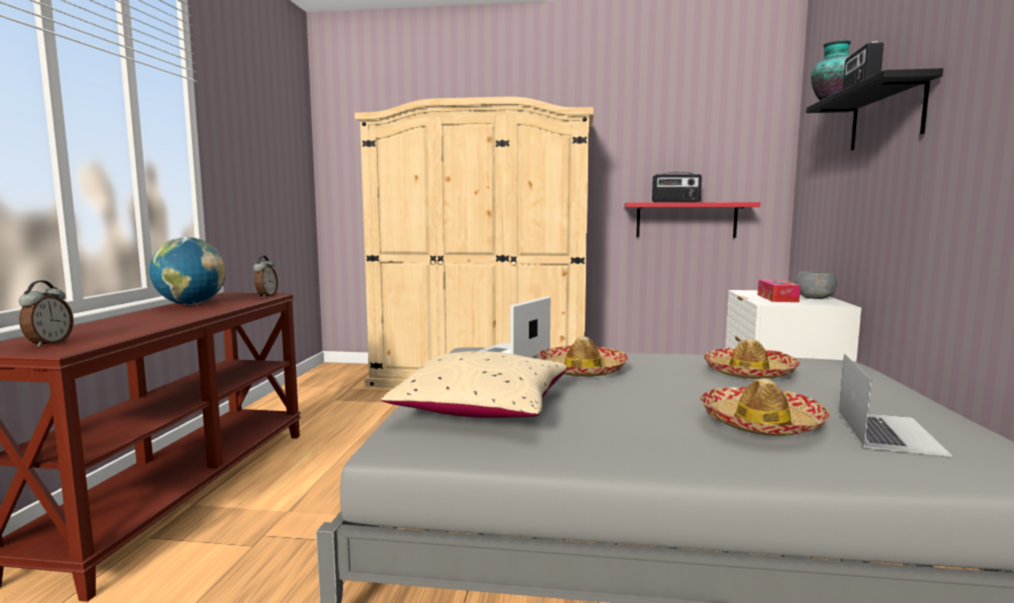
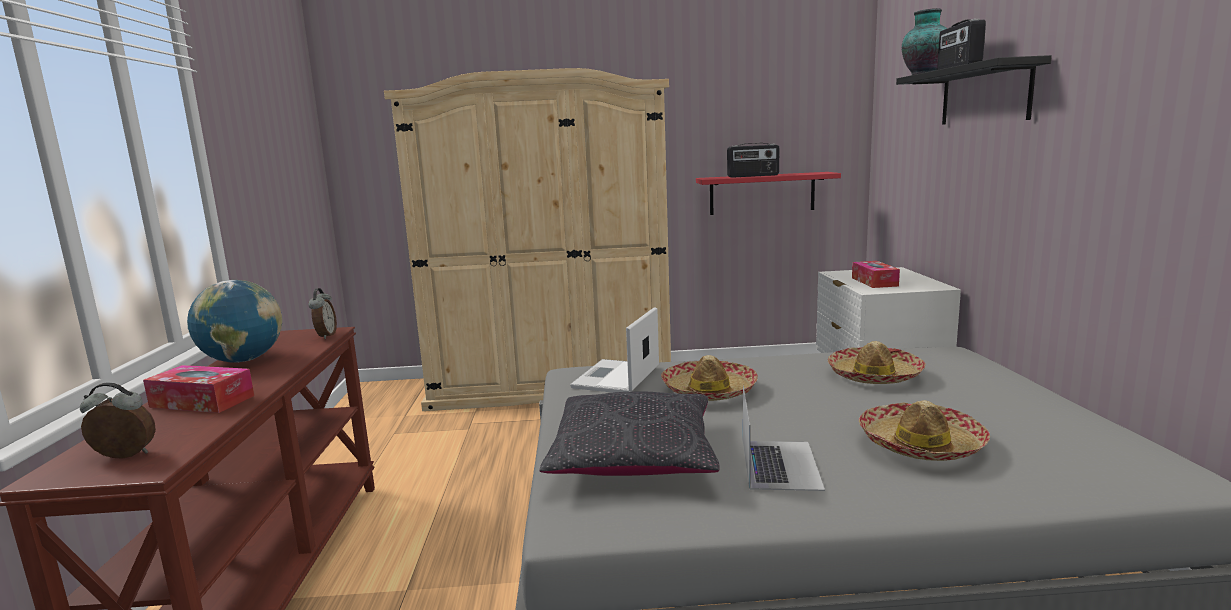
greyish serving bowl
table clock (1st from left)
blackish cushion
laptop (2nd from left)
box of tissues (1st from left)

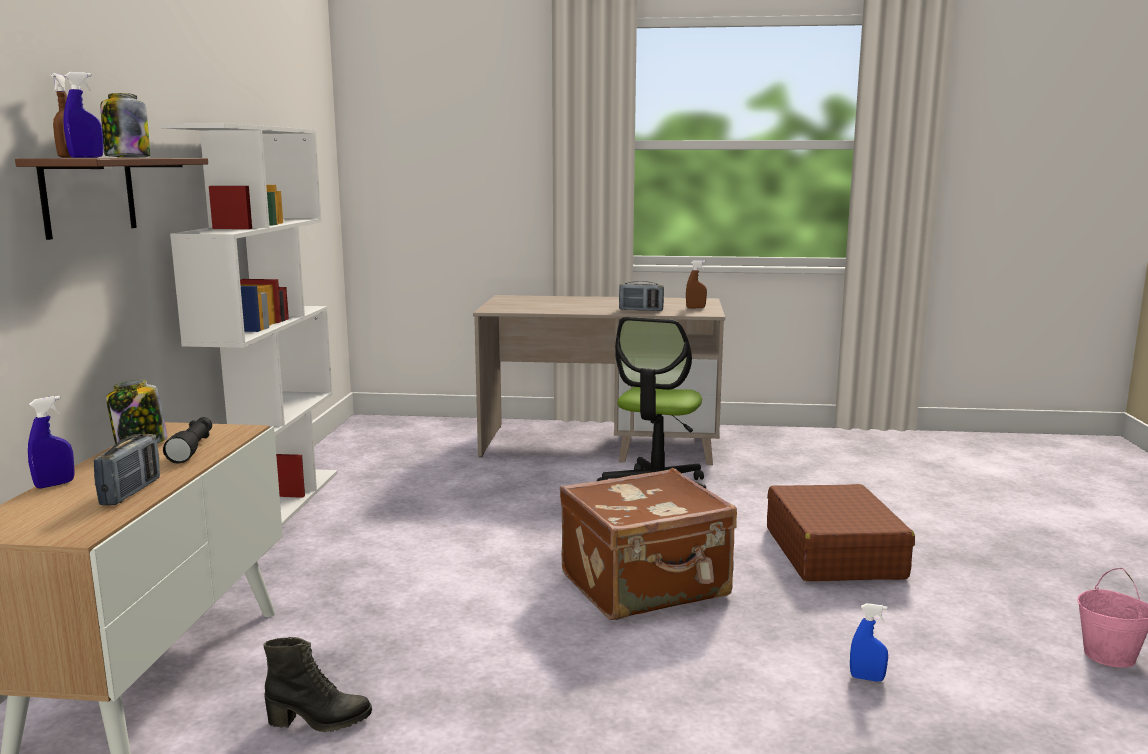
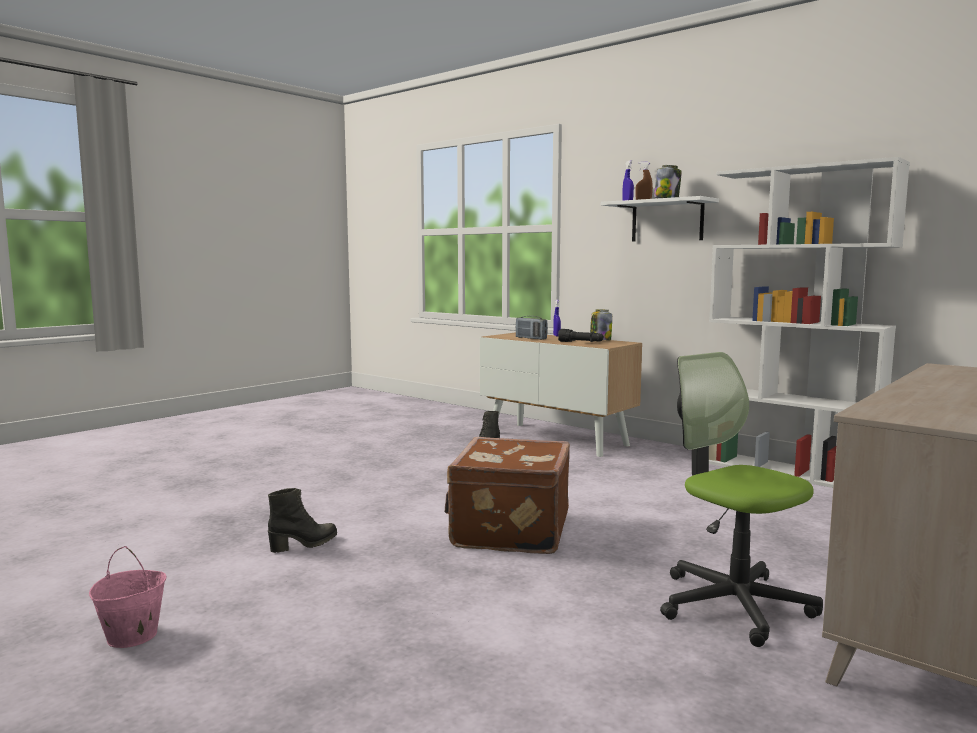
whitish shelf
brown-coloured hand sprayer (2nd from left in the first image)
radio receiver (2nd from left in the first image)
brown-coloured suitcase (2nd from left in the first image)
blackish tall boot (1st from left)

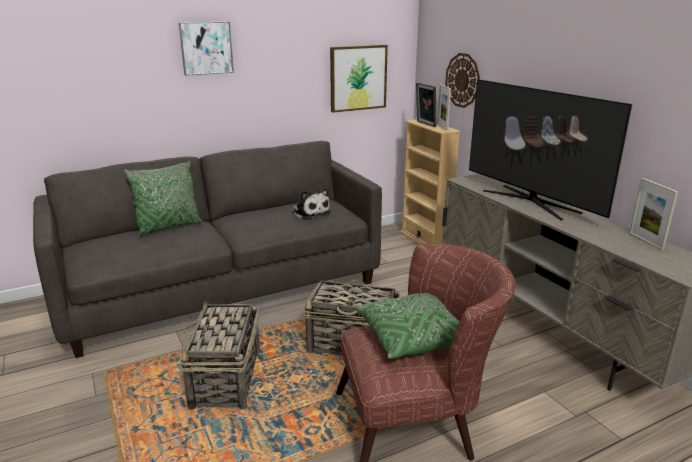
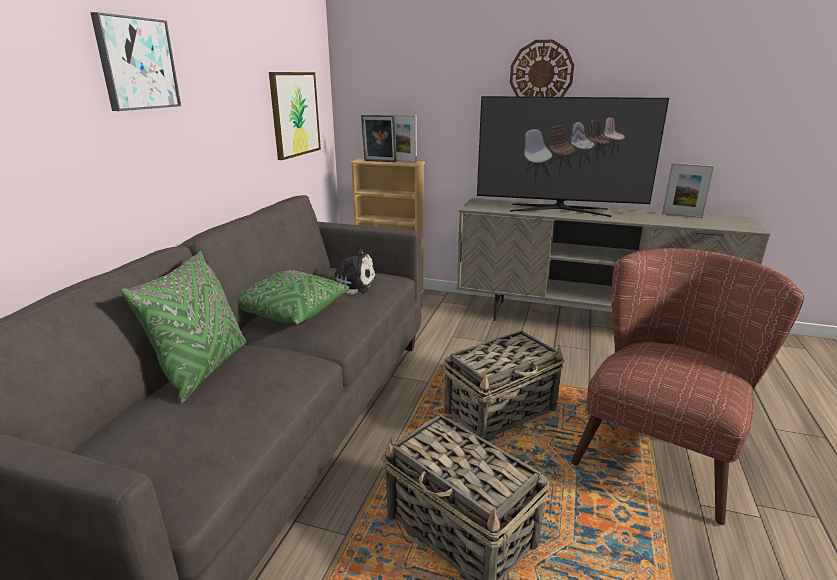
clock on the wall
green-coloured cushion (2nd from left)

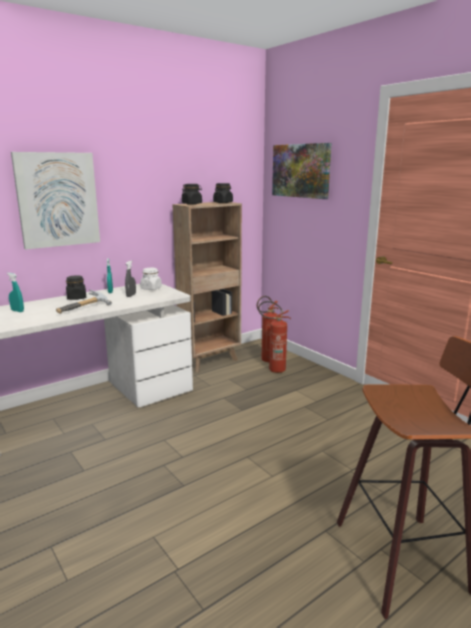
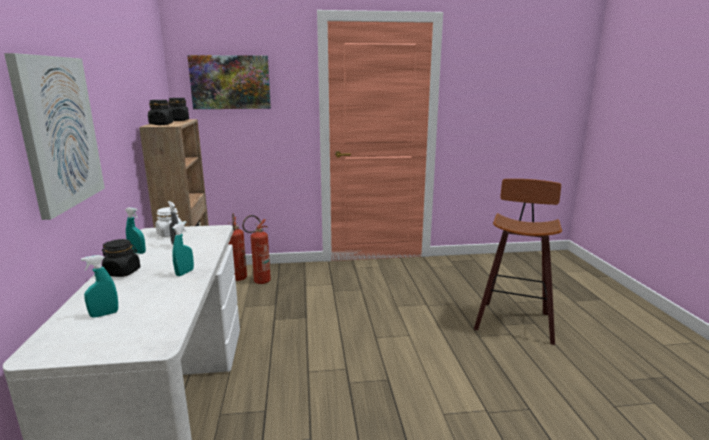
blue-green hand sprayer (3rd from left)

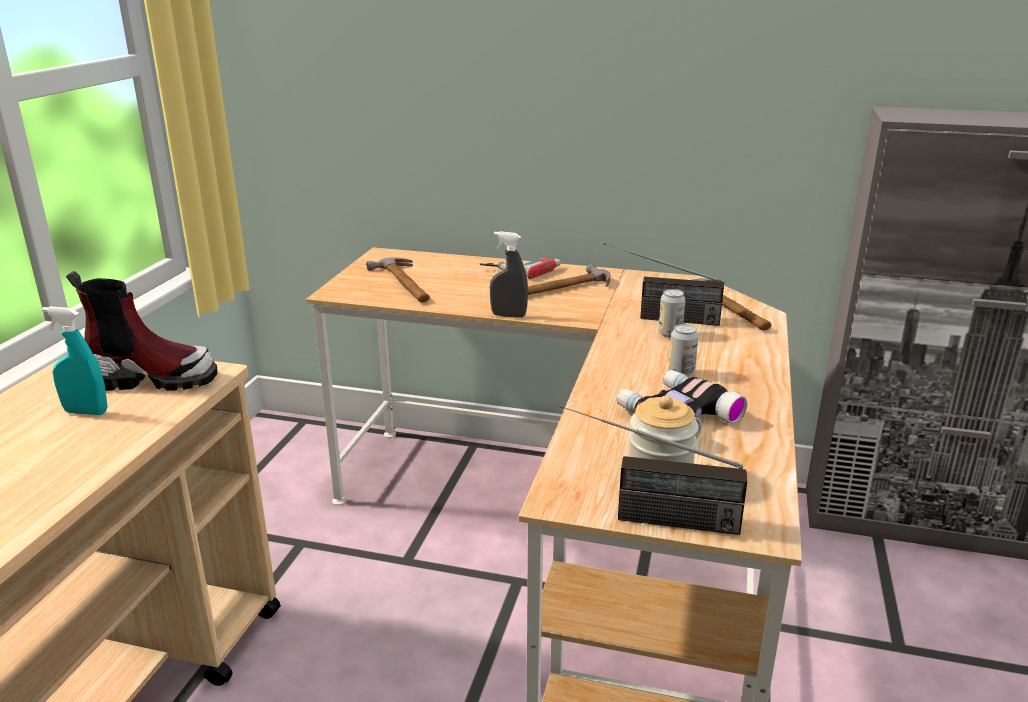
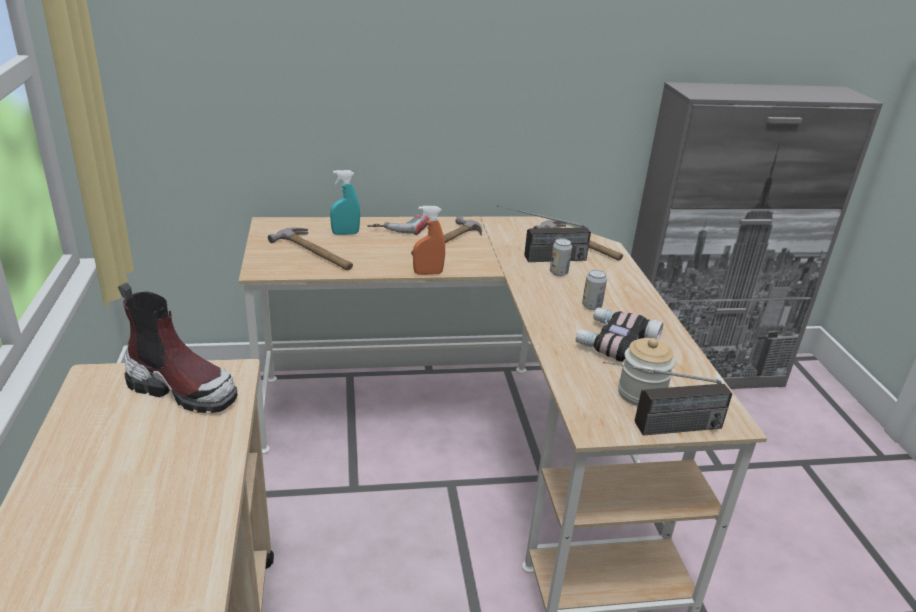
orangey hand sprayer
tall boot
blue-green hand sprayer

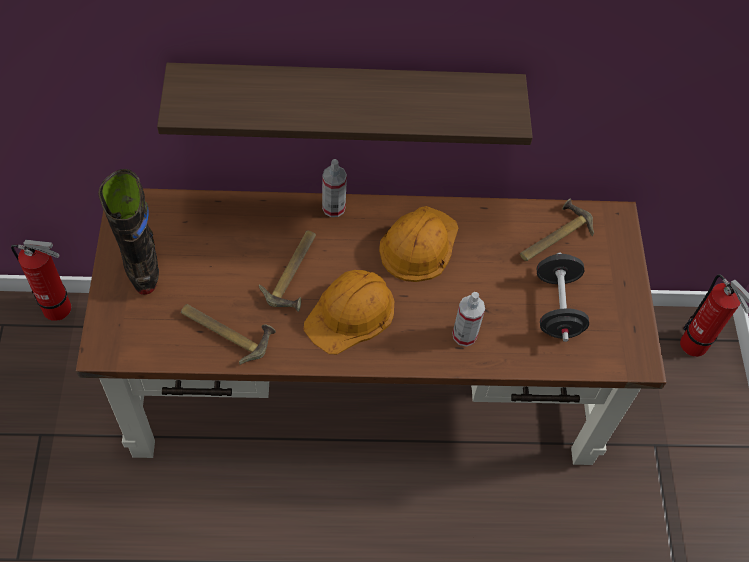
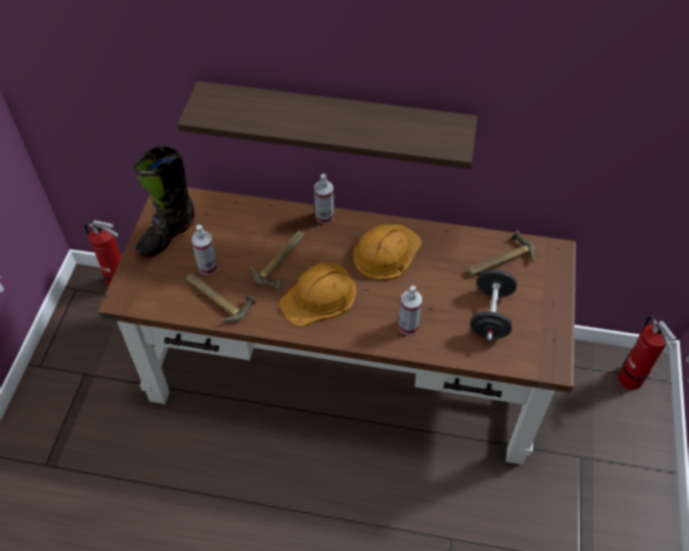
blackish tall boot
hand sprayer (1st from left)

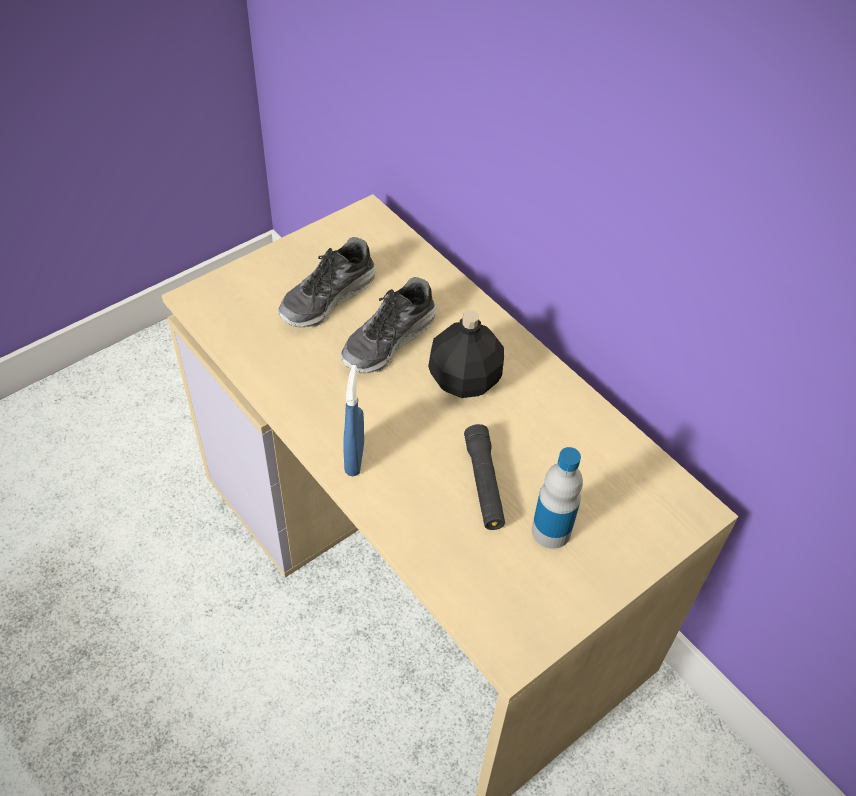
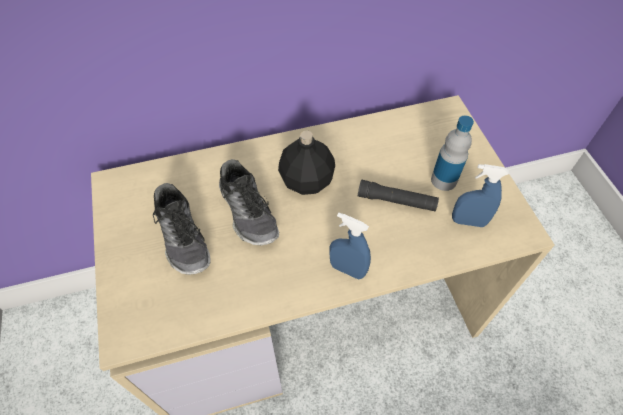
bluish hand sprayer (2nd from left)

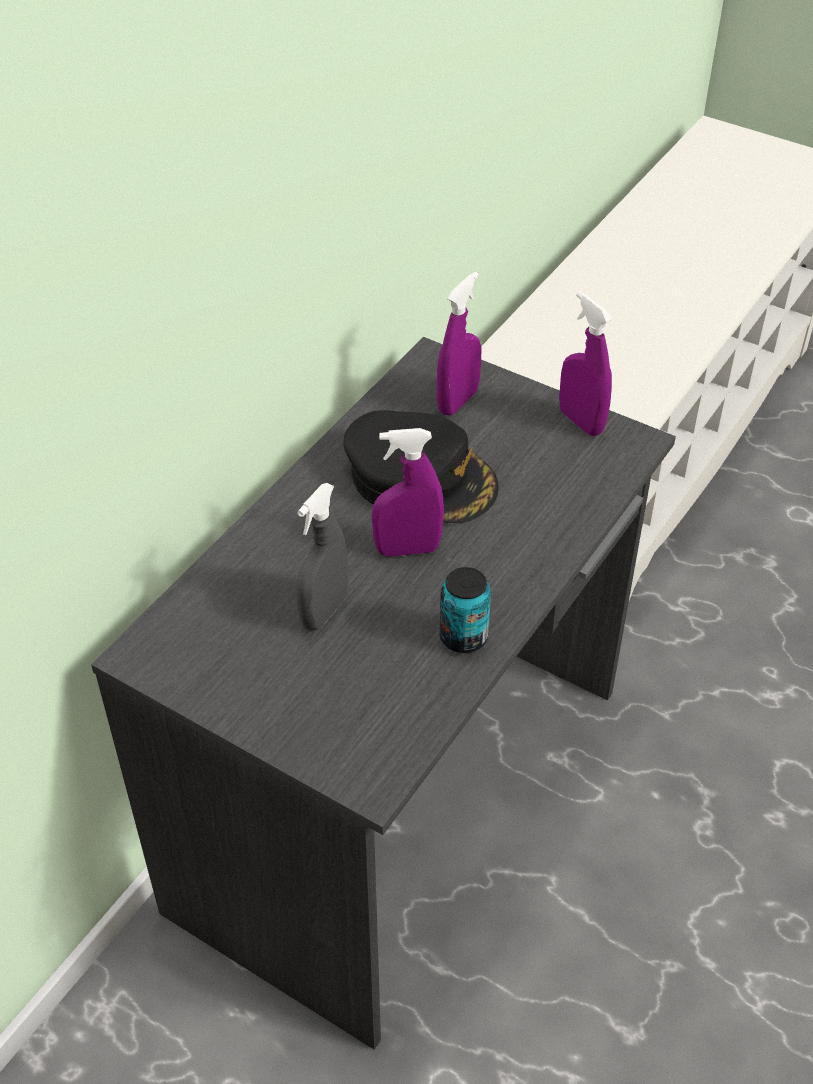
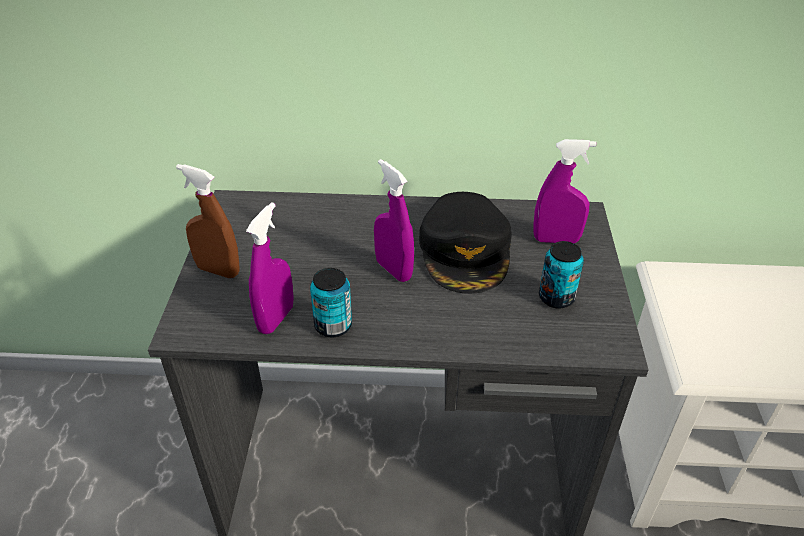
purplish hand sprayer (1st from left)
greyish hand sprayer
brown-coloured hand sprayer
sealed can (2nd from left)

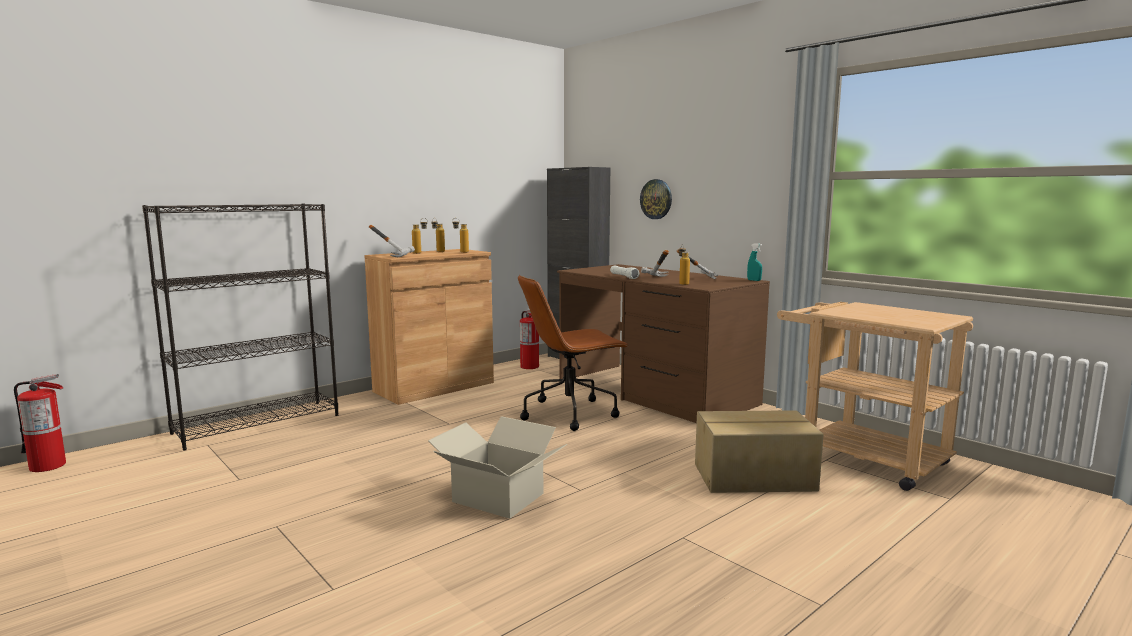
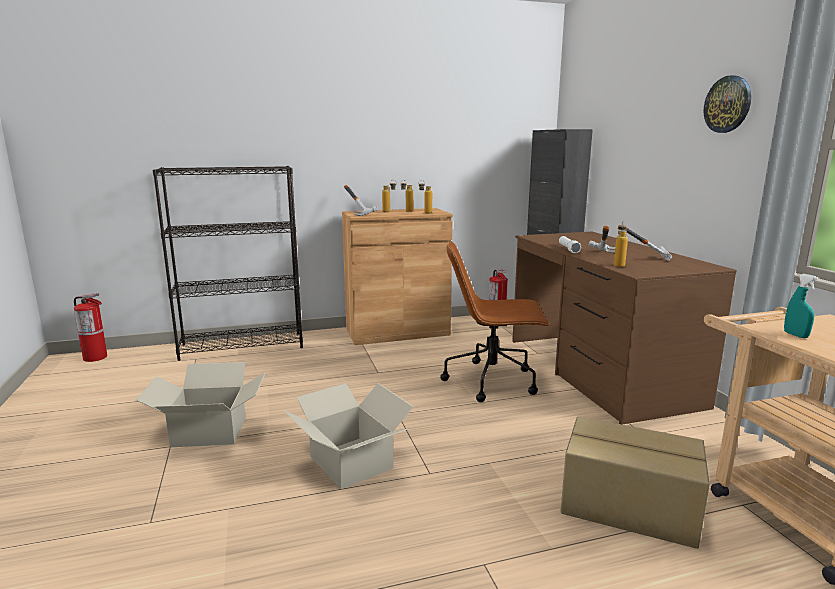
clock on the wall
blue-green hand sprayer
carton (1st from left)

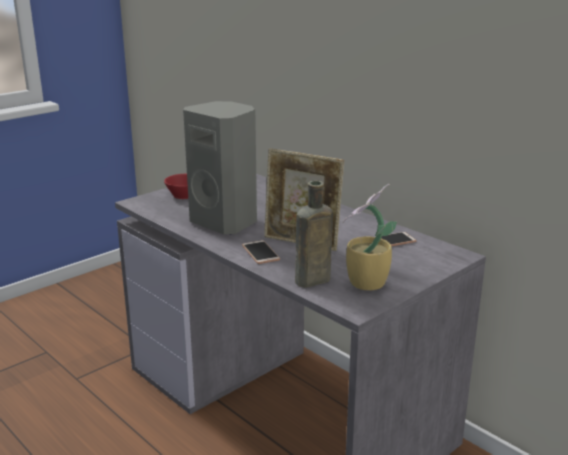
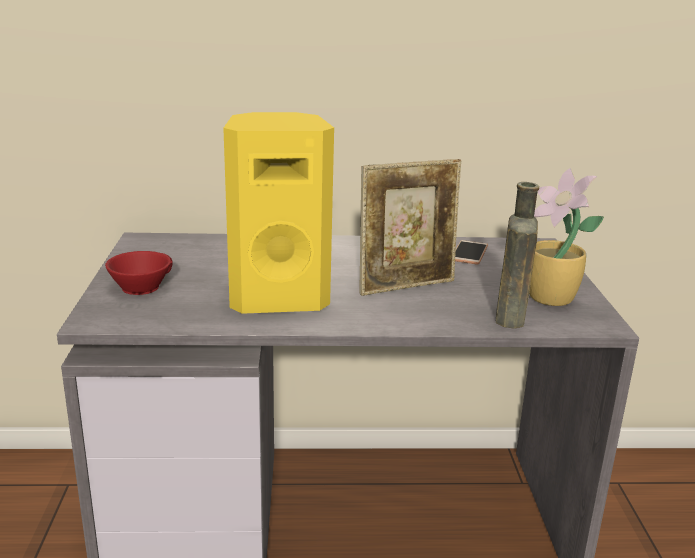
yellow-coloured speaker
phone (1st from left in the first image)

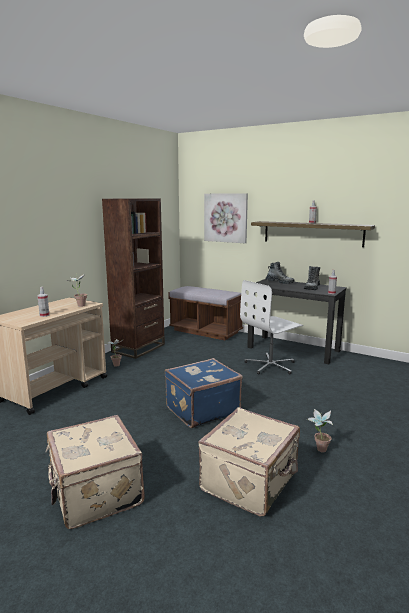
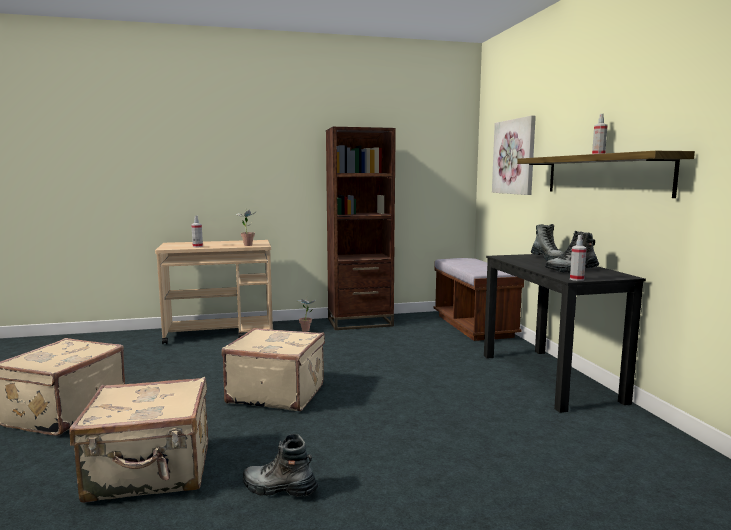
whitish office chair
sand-coloured suitcase (3rd from left)
tall boot (1st from left)

